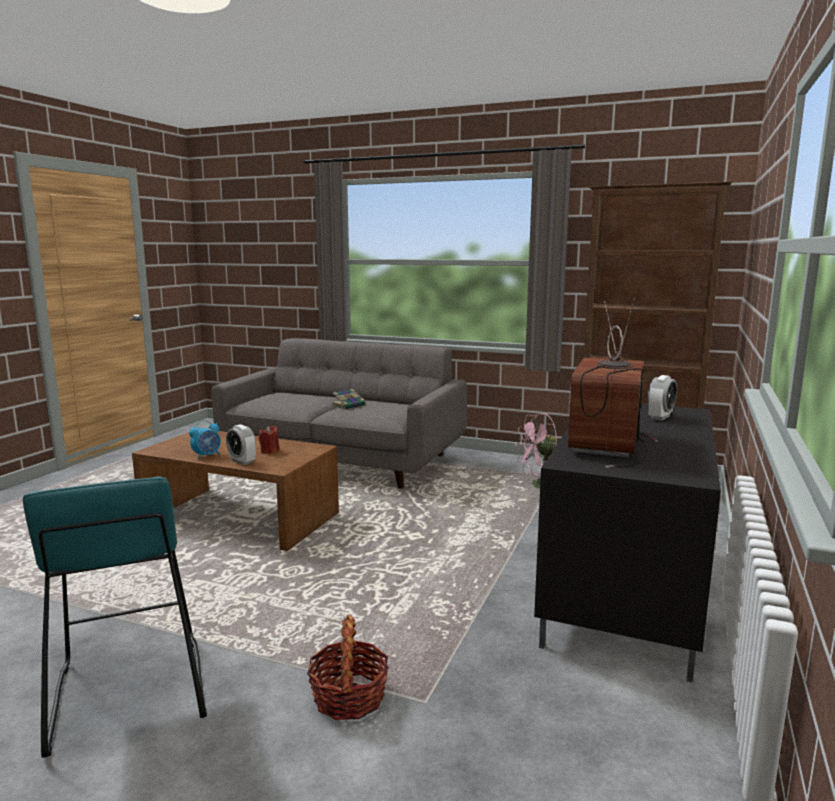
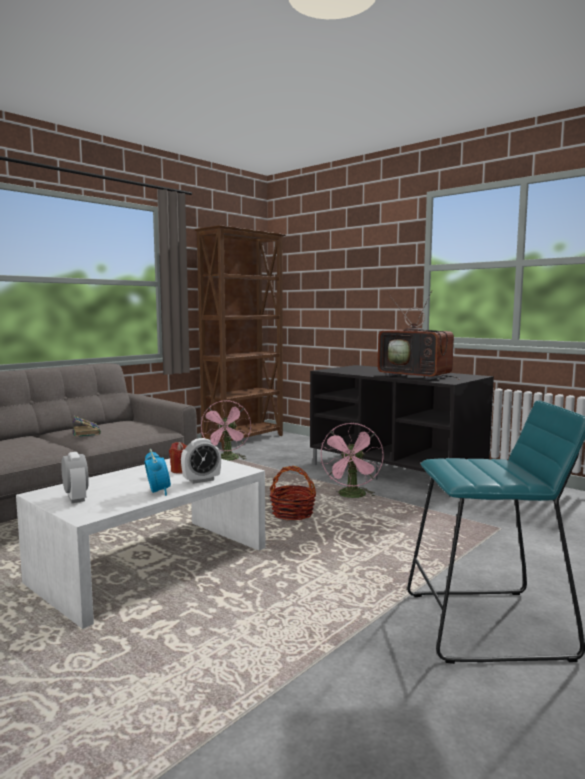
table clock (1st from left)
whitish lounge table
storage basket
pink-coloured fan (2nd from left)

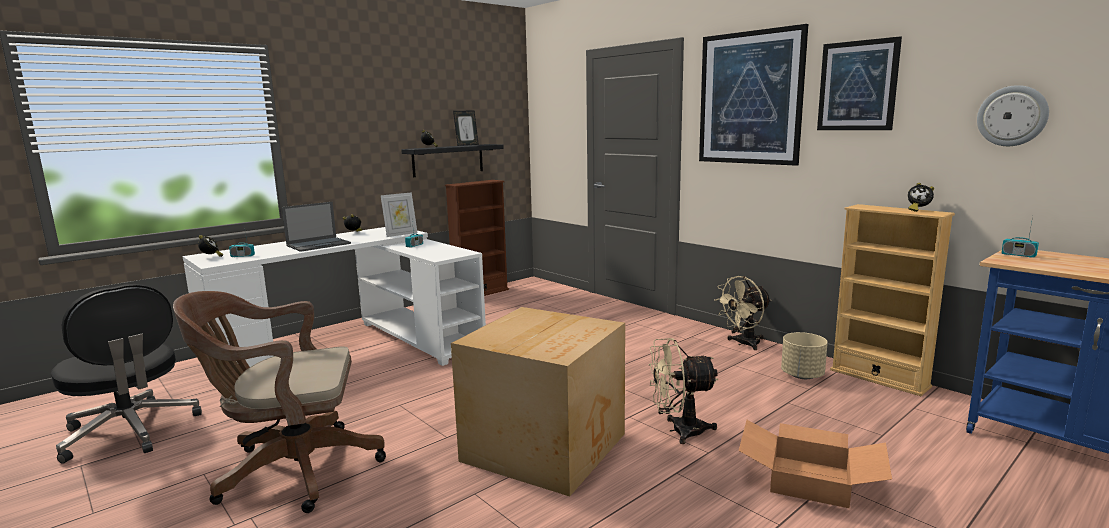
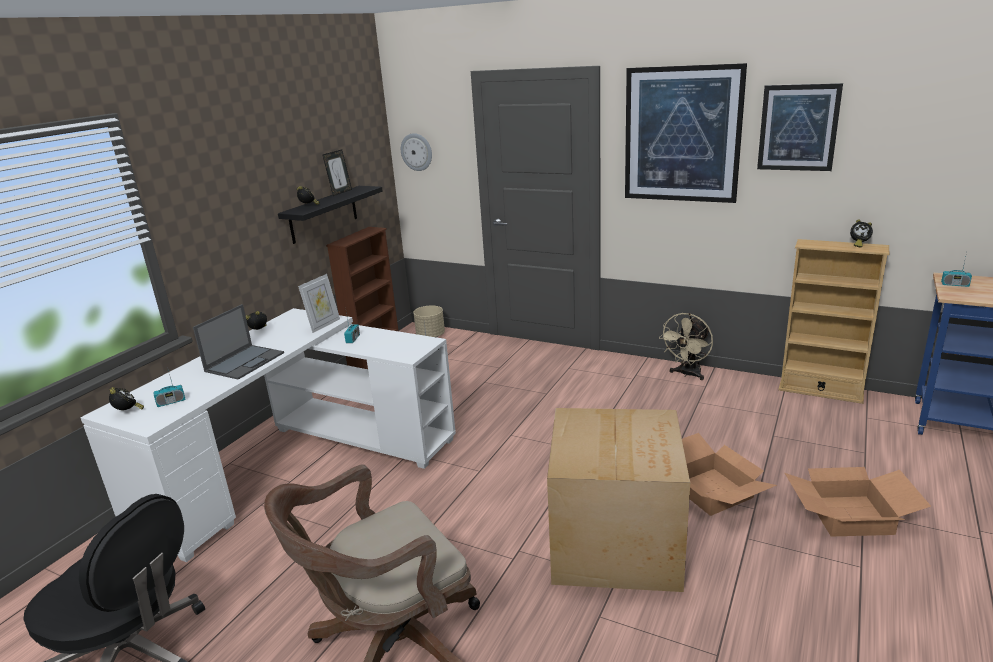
clock on the wall
sand-coloured planter
carton (2nd from left)

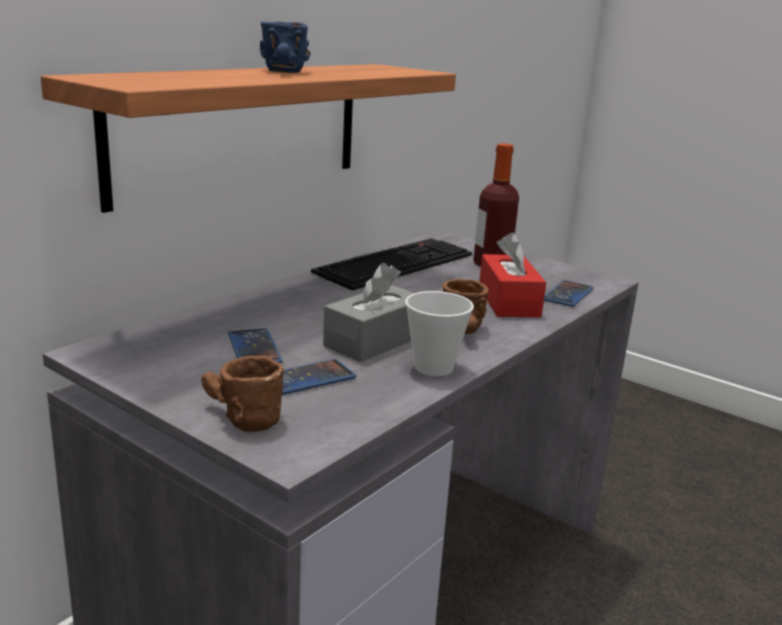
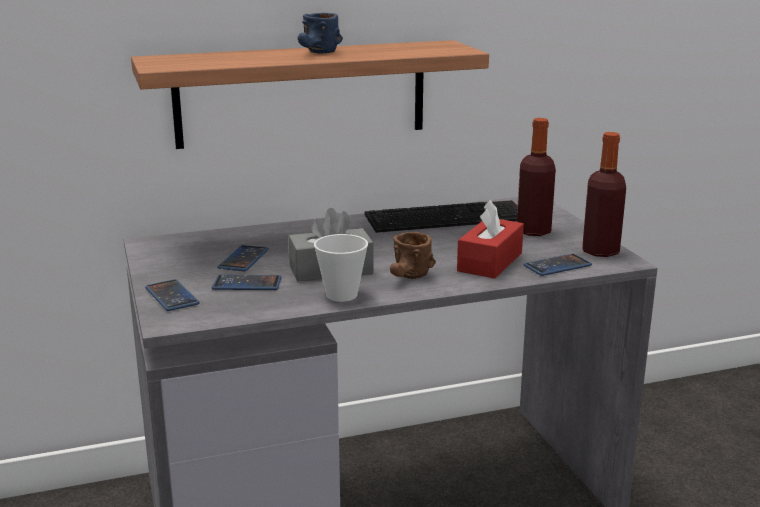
phone (1st from left)
beverage bottle (2nd from left)

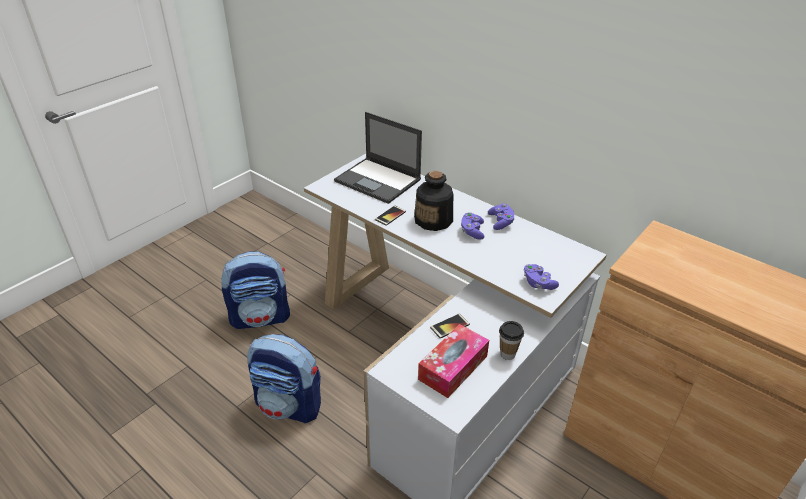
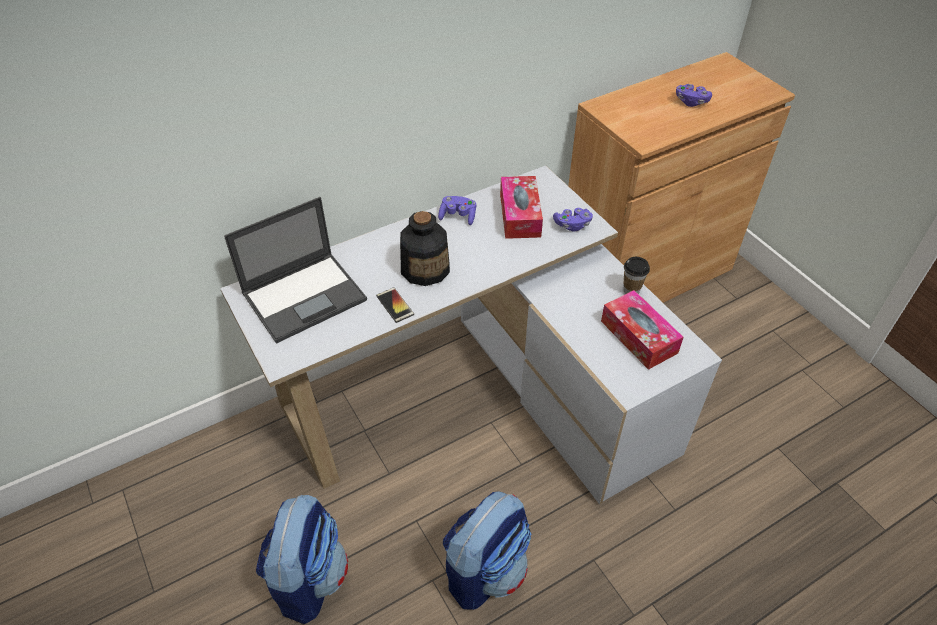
purplish game controller (3rd from left)
phone (2nd from left in the first image)
box of tissues (1st from left)

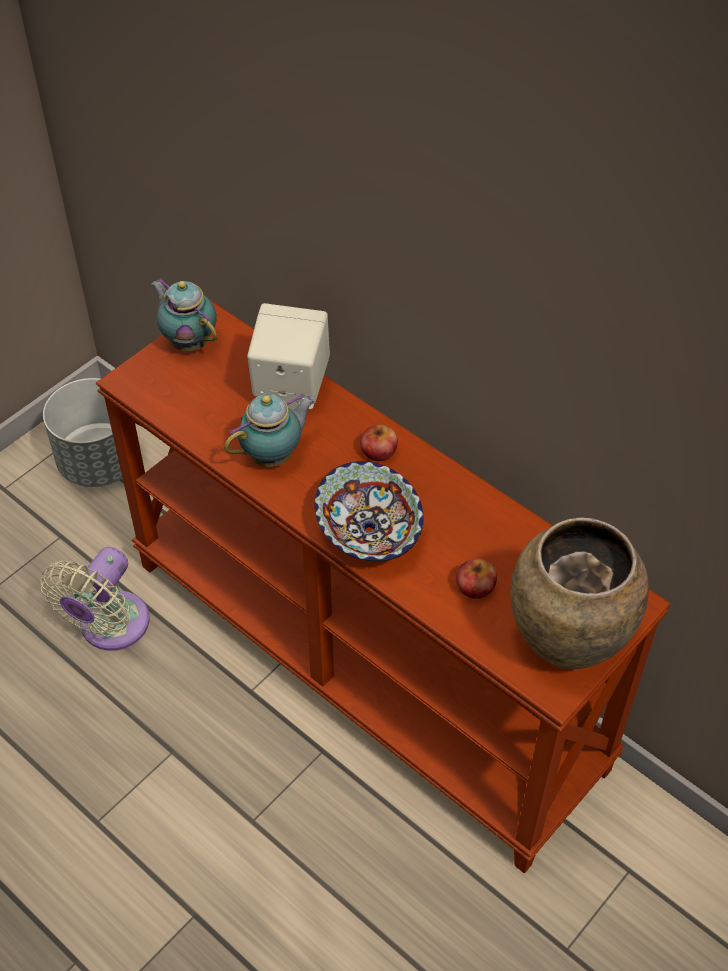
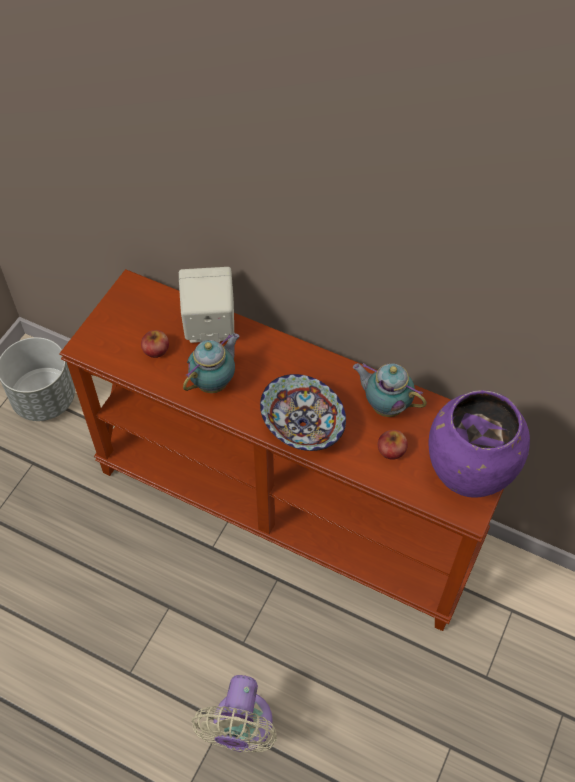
teapot (2nd from left)
apple (1st from left)
purplish vase
sand-coloured fan

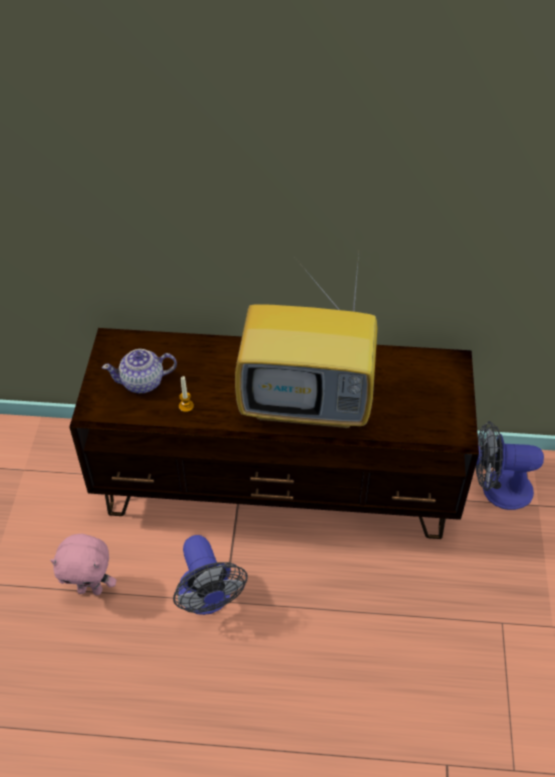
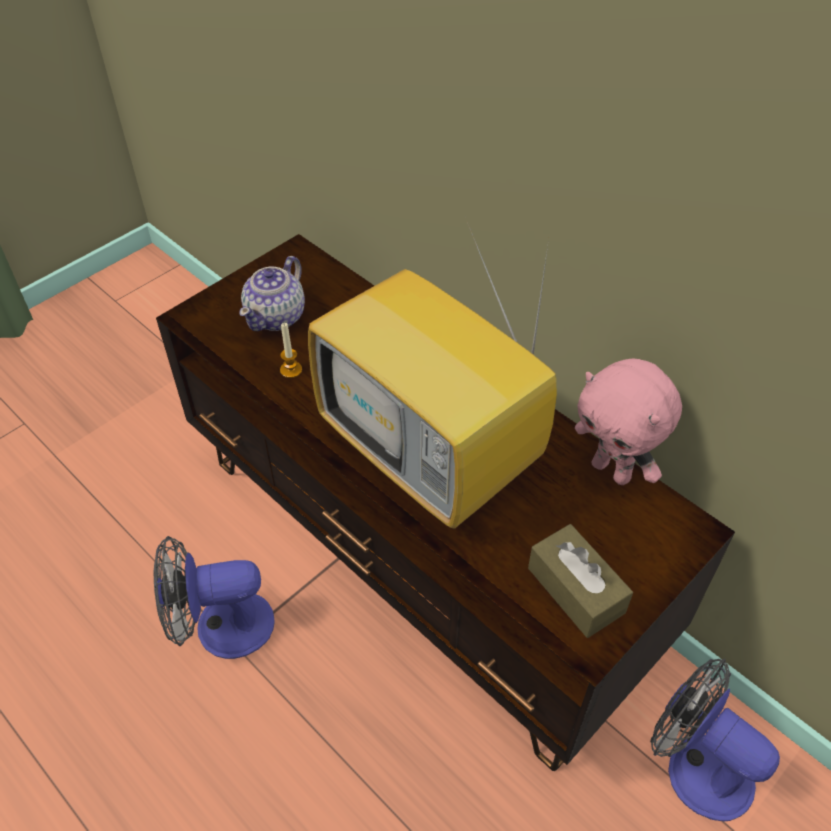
teapot
pink-coloured soft toy
fan (1st from left)
brown-coloured box of tissues

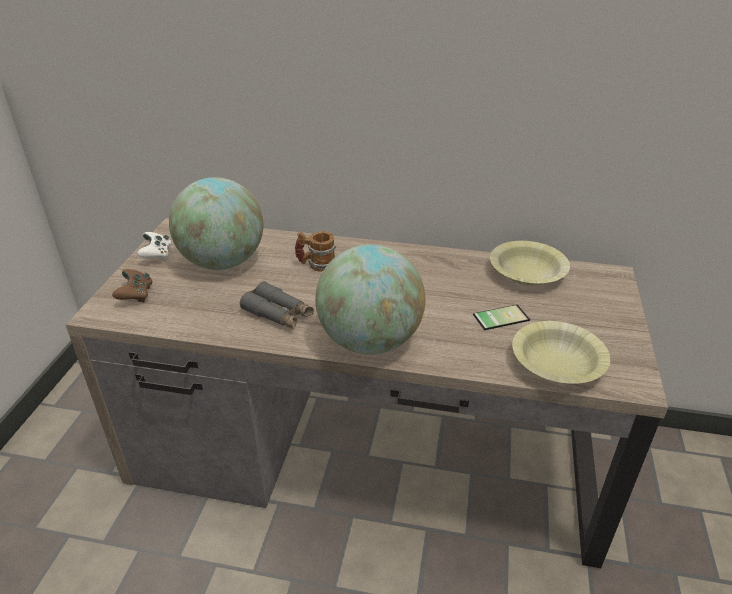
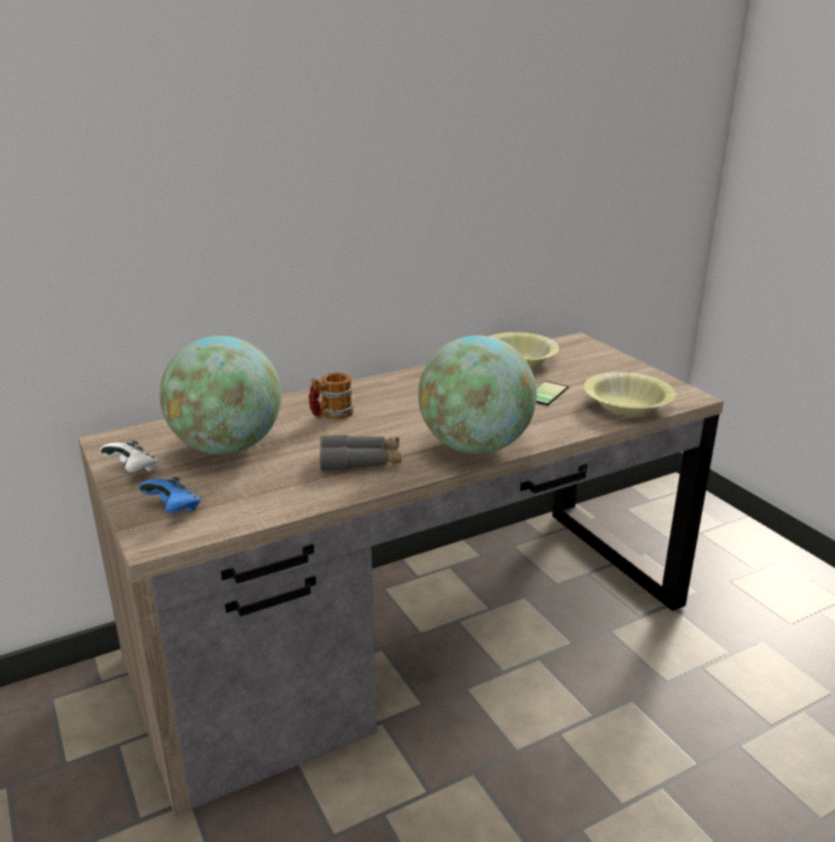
bluish game controller

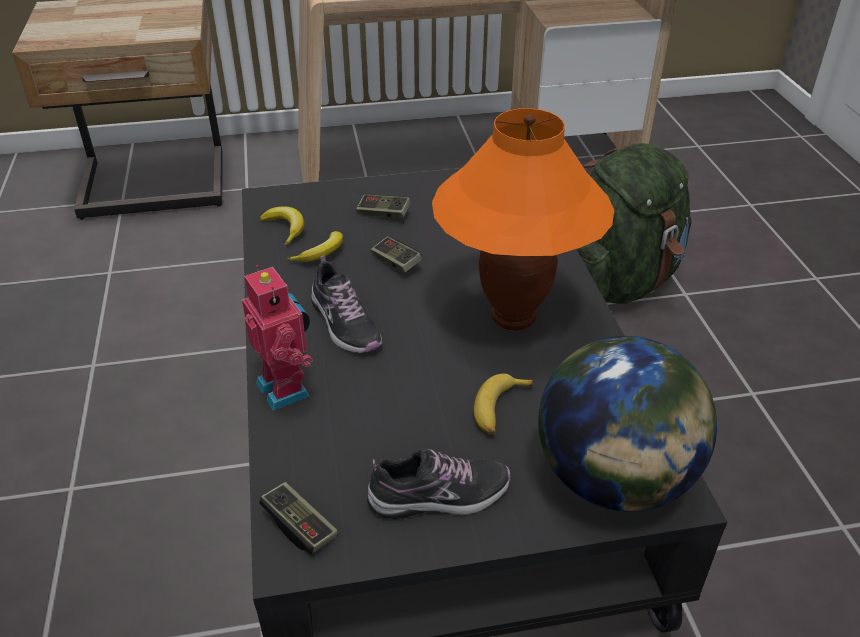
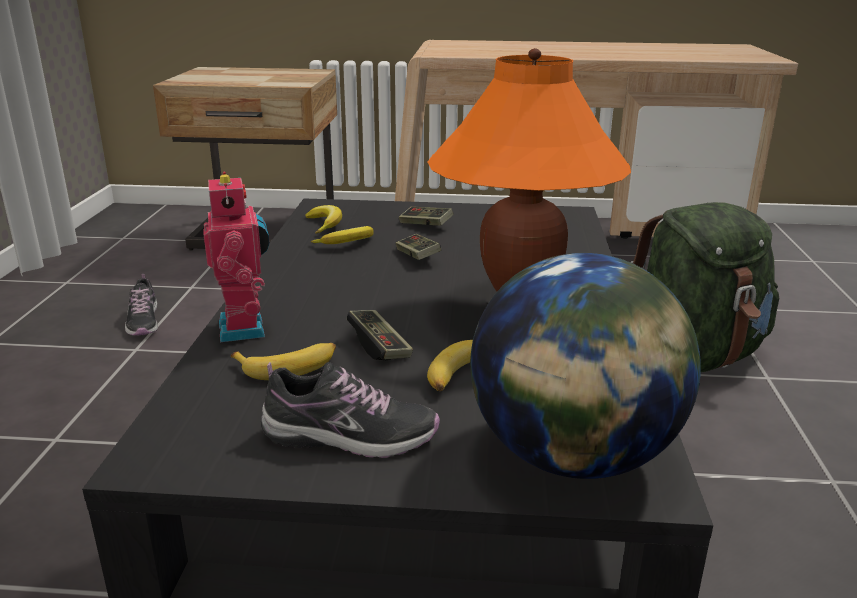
shoe (1st from left)
game controller (1st from left)
banana fruit (1st from left)

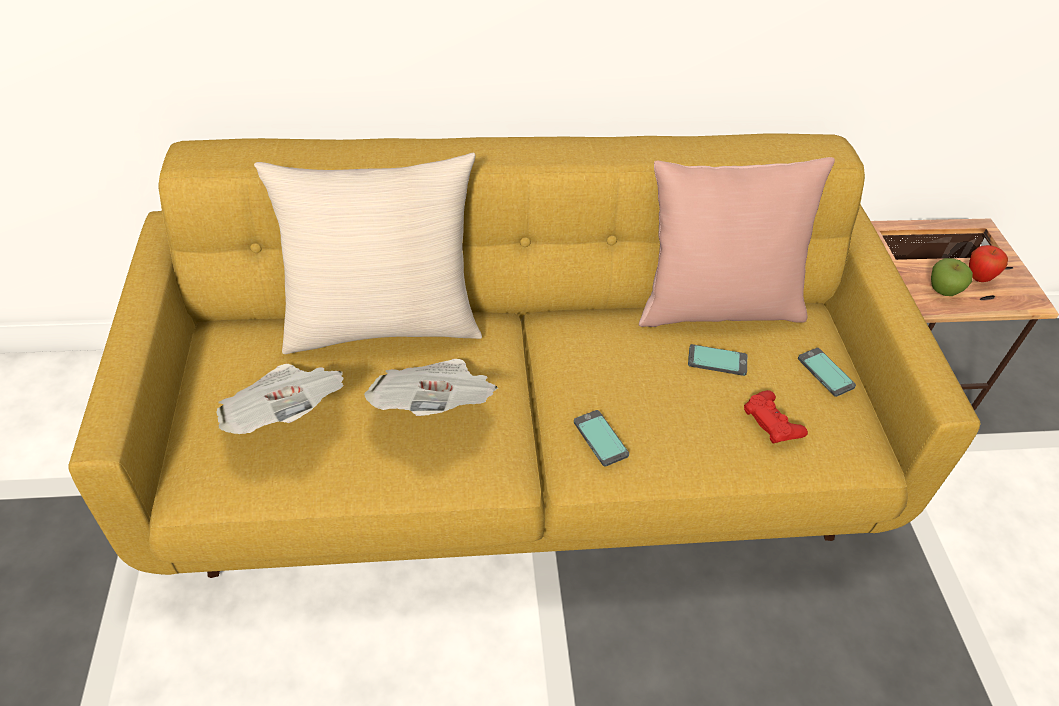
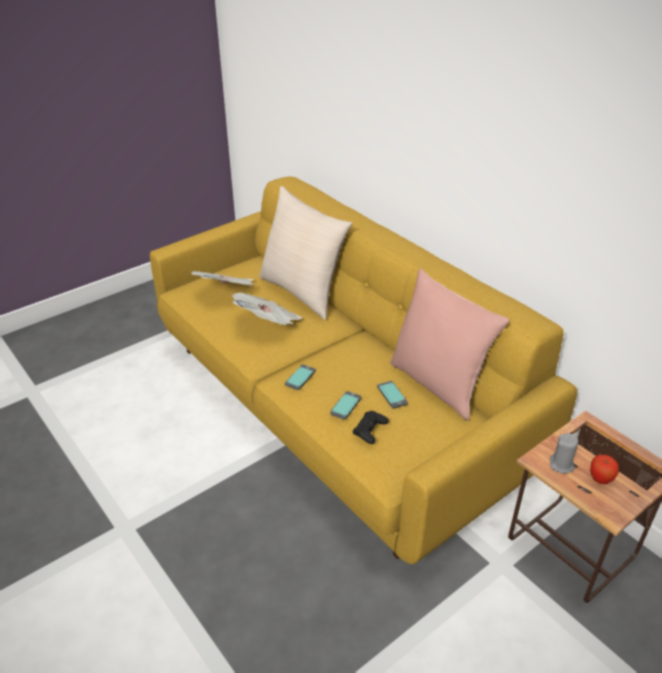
greyish candle
phone (2nd from left)
blackish game controller

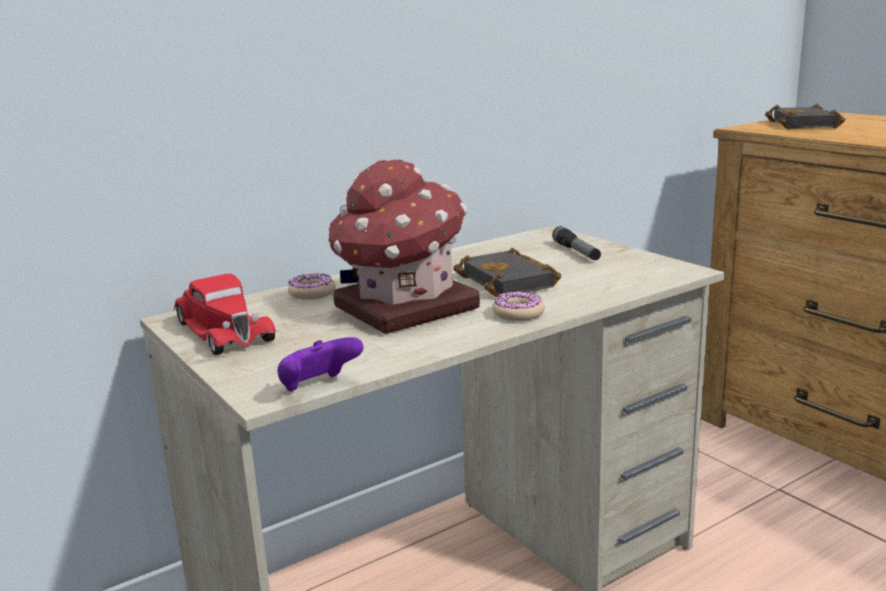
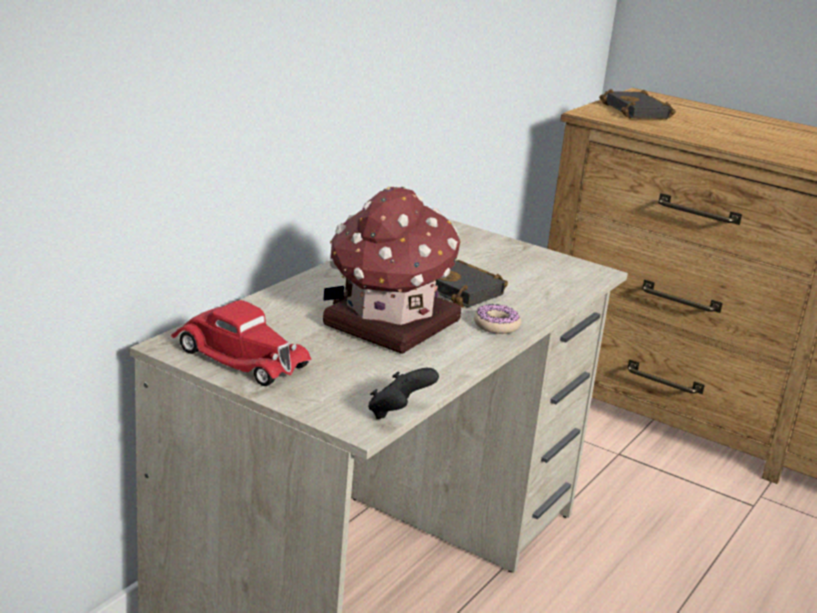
hand torch
ring doughnut (1st from left in the first image)
blackish game controller

